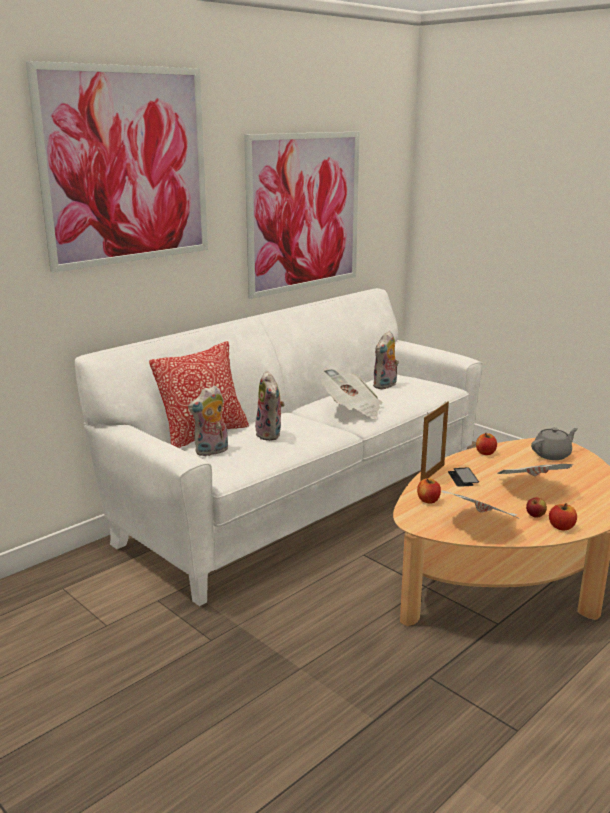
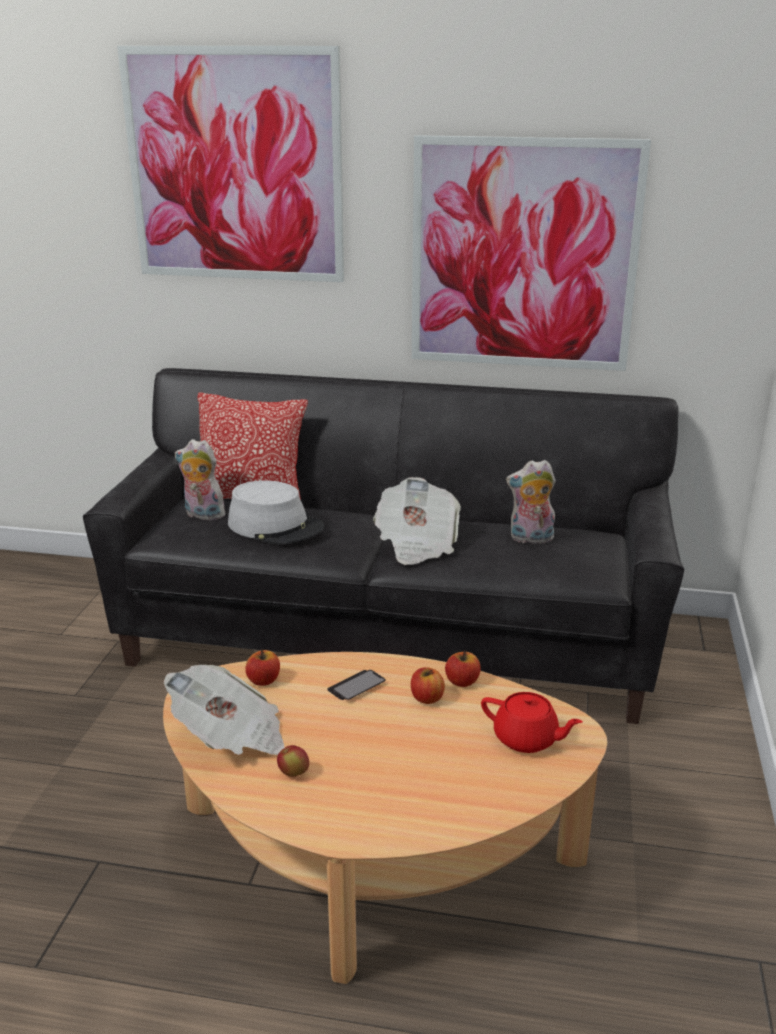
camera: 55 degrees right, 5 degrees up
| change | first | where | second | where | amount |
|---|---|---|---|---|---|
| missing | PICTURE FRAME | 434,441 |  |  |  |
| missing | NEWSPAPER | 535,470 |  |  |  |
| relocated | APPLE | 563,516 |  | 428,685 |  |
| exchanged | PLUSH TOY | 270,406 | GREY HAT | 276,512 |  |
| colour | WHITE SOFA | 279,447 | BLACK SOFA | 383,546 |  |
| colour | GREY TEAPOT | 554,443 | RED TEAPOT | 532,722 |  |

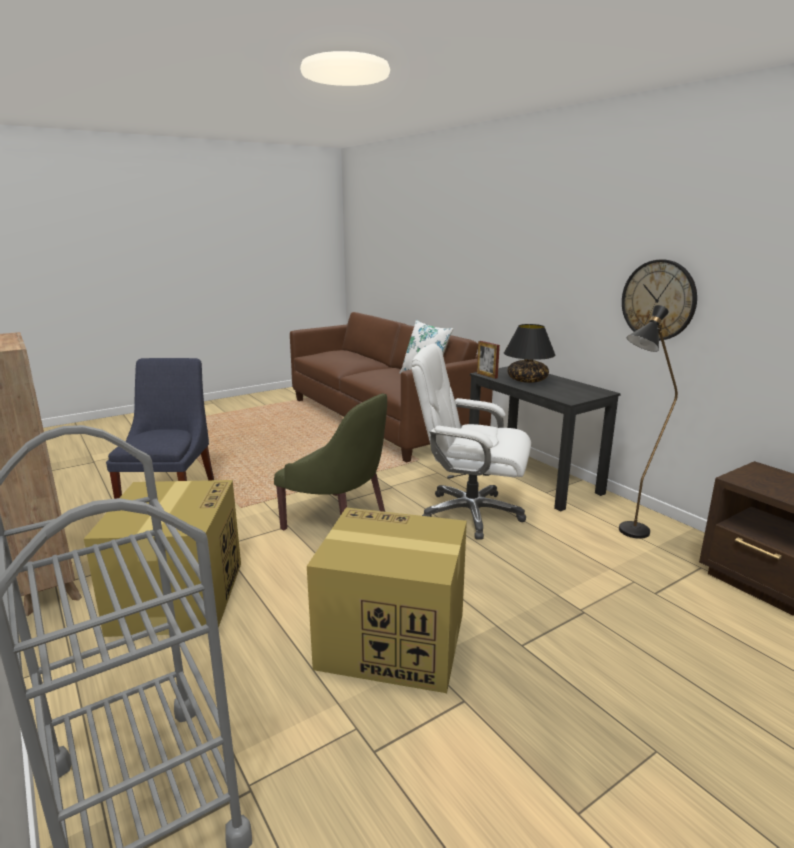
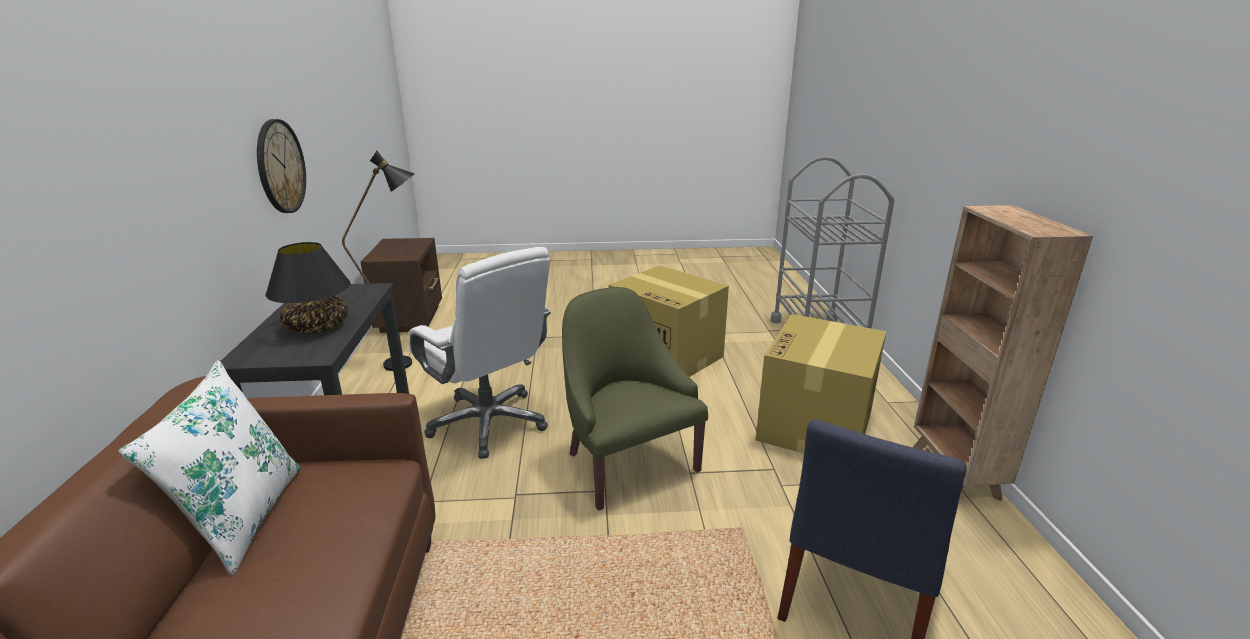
camera: 150 degrees left, 5 degrees up
| change | first | where | second | where | amount |
|---|---|---|---|---|---|
| missing | PICTURE FRAME | 488,360 |  |  |  |

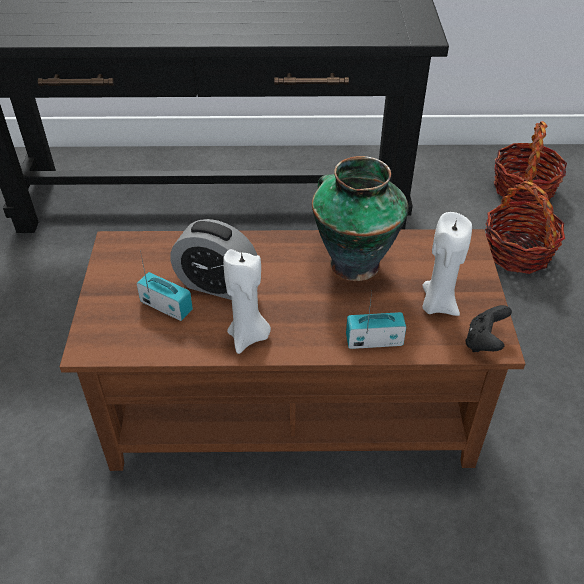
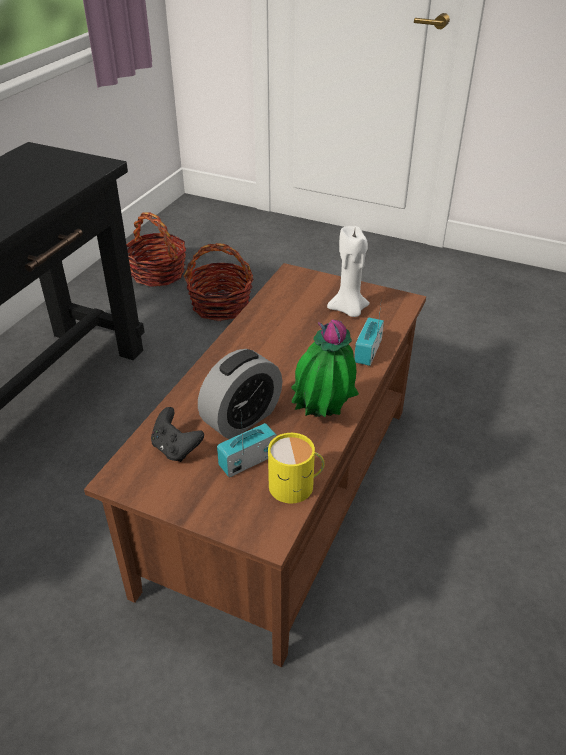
camera: 65 degrees left, 5 degrees down
| change | first | where | second | where | amount |
|---|---|---|---|---|---|
| missing | VASE | 360,218 |  |  |  |
| appeared |  |  | YELLOW MUG | 296,468 |  |
| relocated | BLACK GAME CONTROLLER | 489,328 |  | 177,434 |  |
| exchanged | WHITE CANDLE | 247,301 | POTTED PLANT | 325,368 |  |

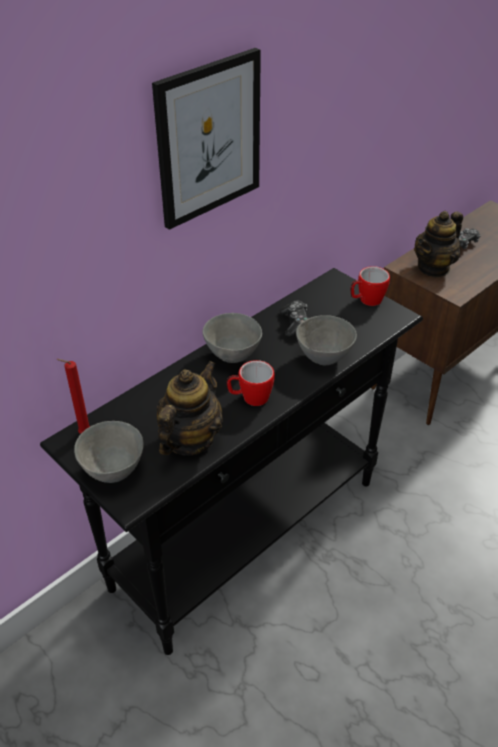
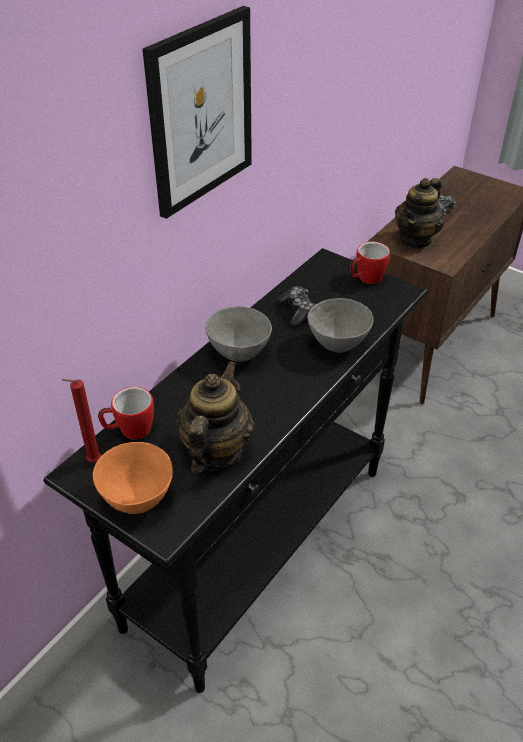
camera: 10 degrees left, 0 degrees up
| change | first | where | second | where | amount |
|---|---|---|---|---|---|
| relocated | MUG | 250,383 |  | 126,413 |  |
| colour | GREY BOWL | 109,452 | ORANGE BOWL | 133,478 |  |

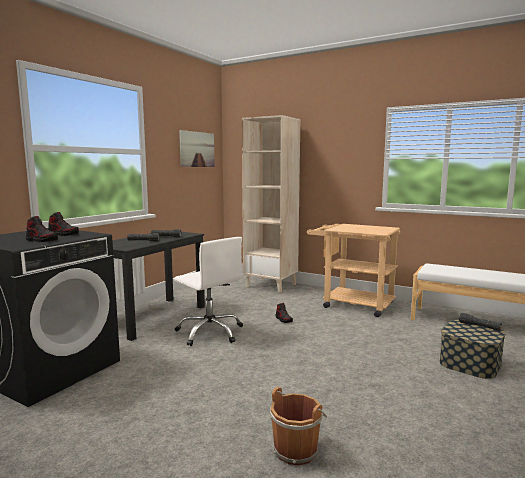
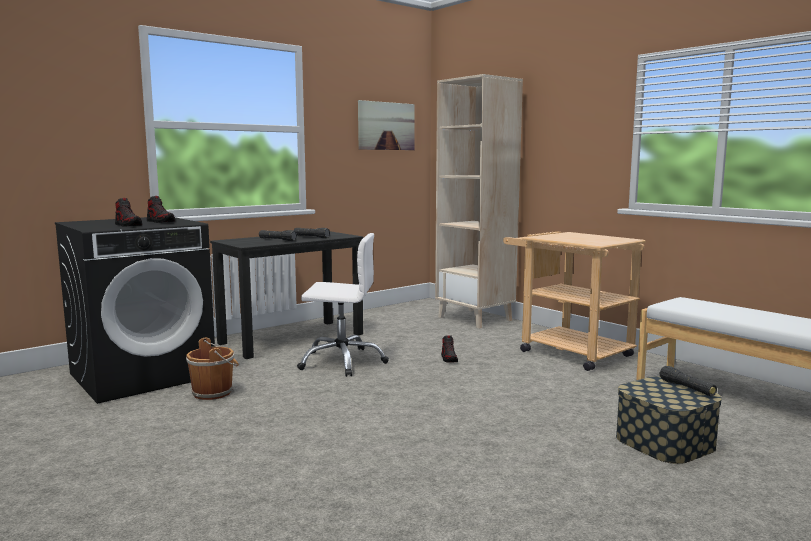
camera: 20 degrees right, 0 degrees up
| change | first | where | second | where | amount |
|---|---|---|---|---|---|
| relocated | BROWN BUCKET | 298,426 |  | 212,369 |  |
| spun | WHITE OFFICE CHAIR | 208,291 |  | 343,305 | 60 degrees counterclockwise |

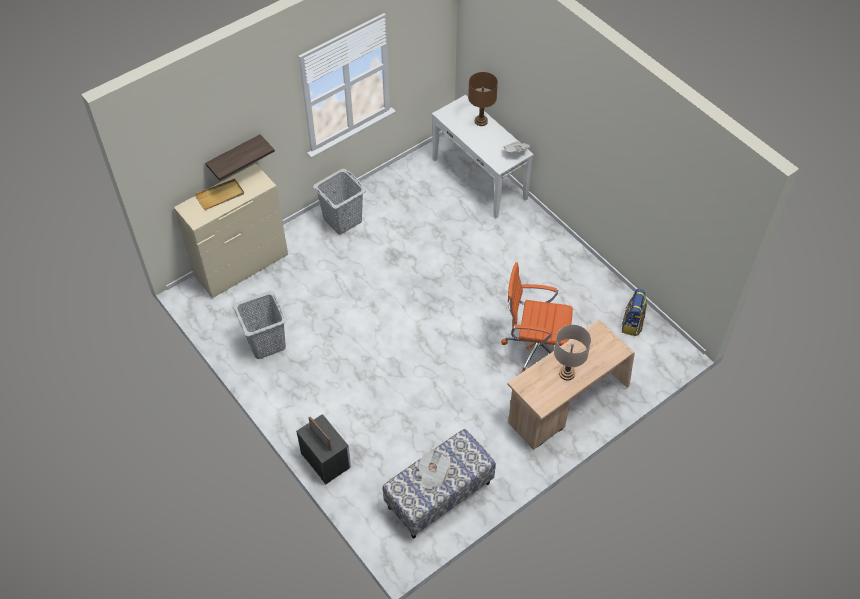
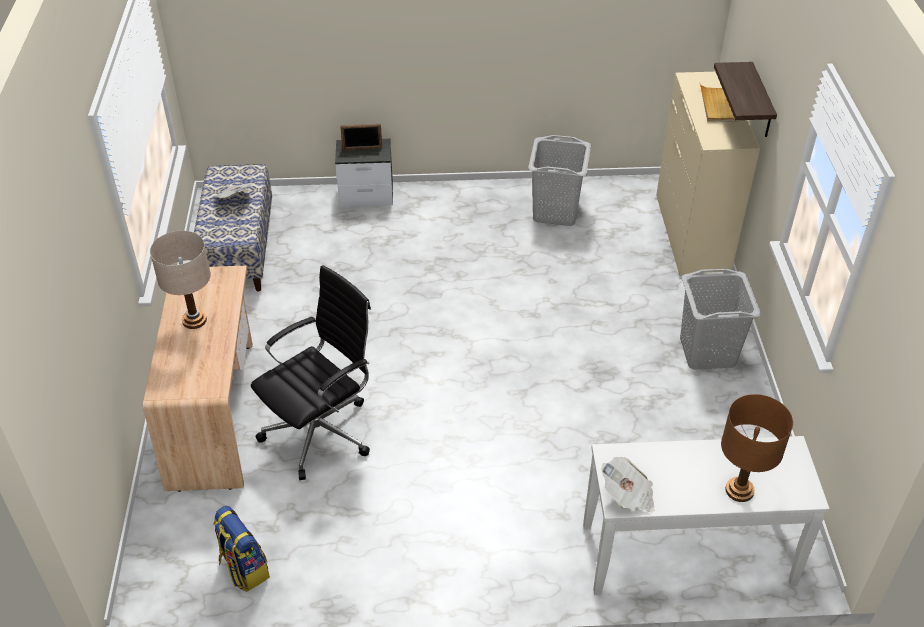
camera: 125 degrees right, 10 degrees down
| change | first | where | second | where | amount |
|---|---|---|---|---|---|
| colour | ORANGE OFFICE CHAIR | 537,317 | BLACK OFFICE CHAIR | 311,372 |  |

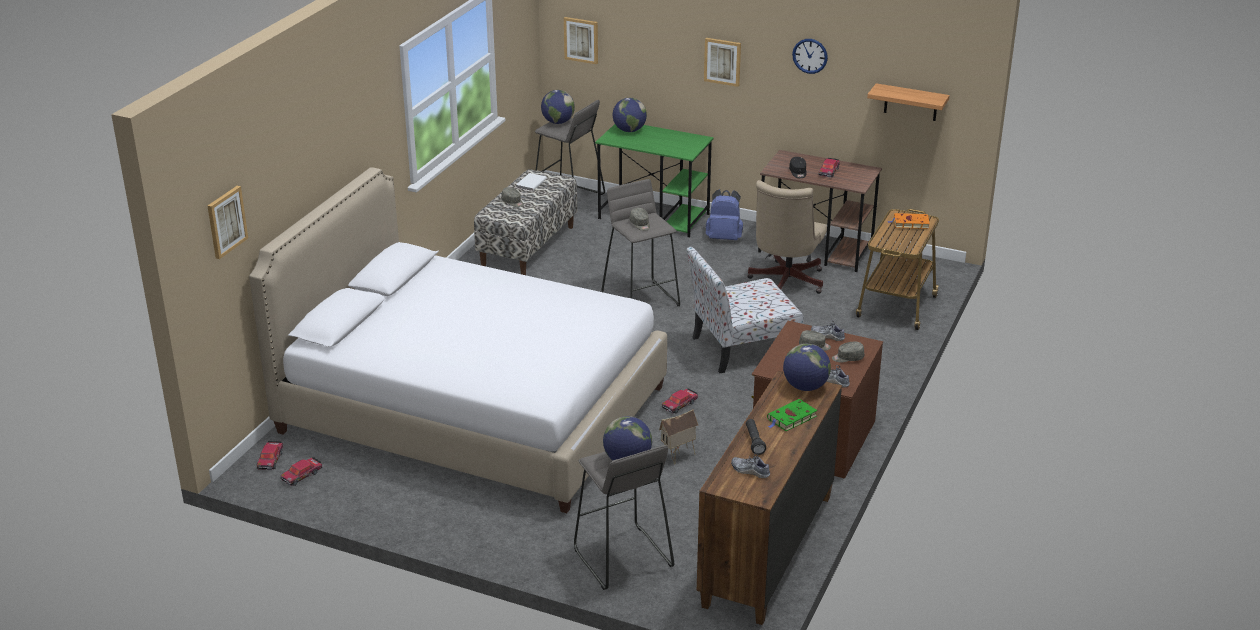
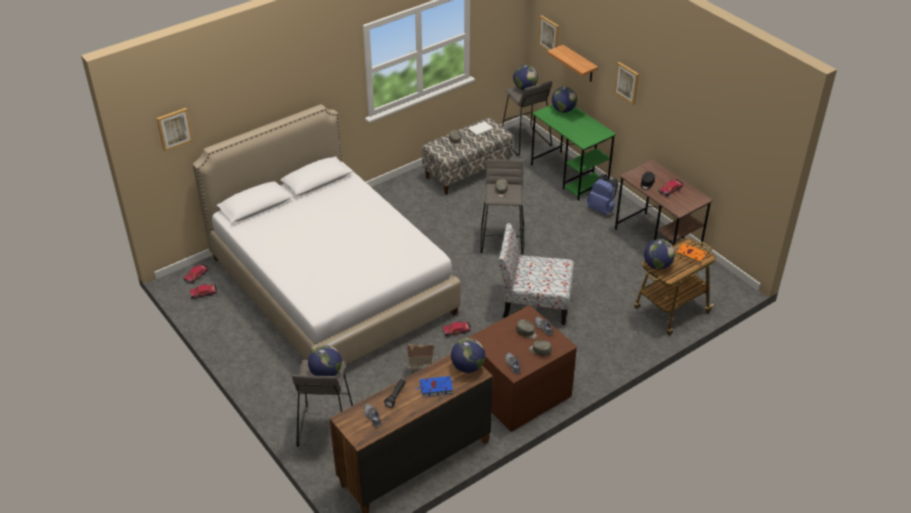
camera: 30 degrees right, 10 degrees up
| change | first | where | second | where | amount |
|---|---|---|---|---|---|
| missing | BEIGE OFFICE CHAIR | 787,237 |  |  |  |
| missing | WALL CLOCK | 810,56 |  |  |  |
| appeared |  |  | GLOBE | 659,254 |  |
| relocated | SHELF | 908,102 |  | 572,63 |  |
| colour | GREEN BOOK | 792,415 | BLUE BOOK | 434,386 |  |

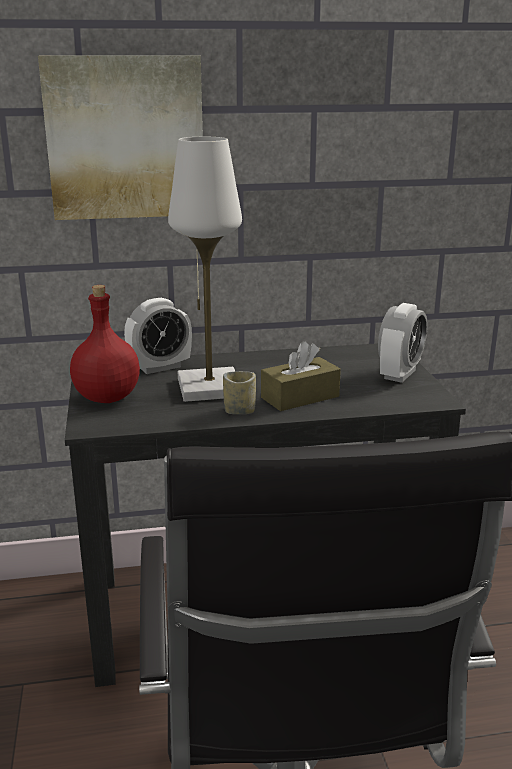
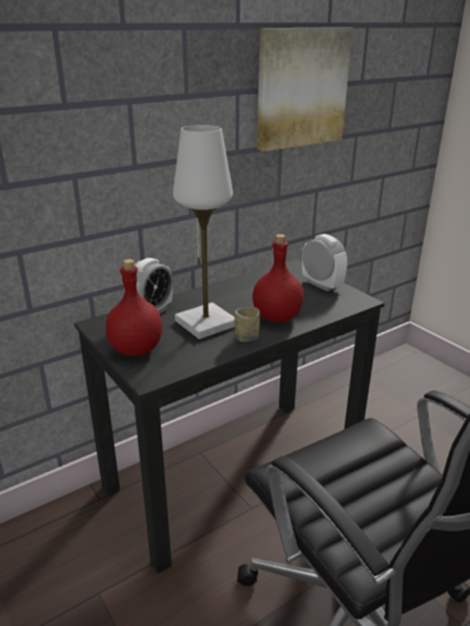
camera: 25 degrees left, 5 degrees up
| change | first | where | second | where | amount |
|---|---|---|---|---|---|
| relocated | PICTURE | 120,138 |  | 304,89 |  |
| exchanged | BROWN TISSUE BOX | 301,376 | RED BOTTLE | 278,278 |  |
| spun | ALARM CLOCK | 403,343 |  | 324,262 | 45 degrees counterclockwise |

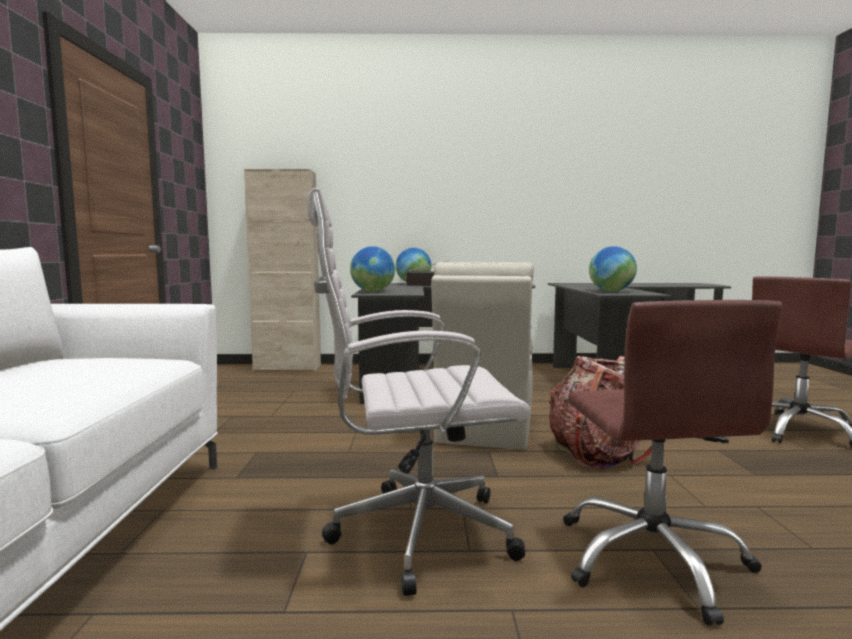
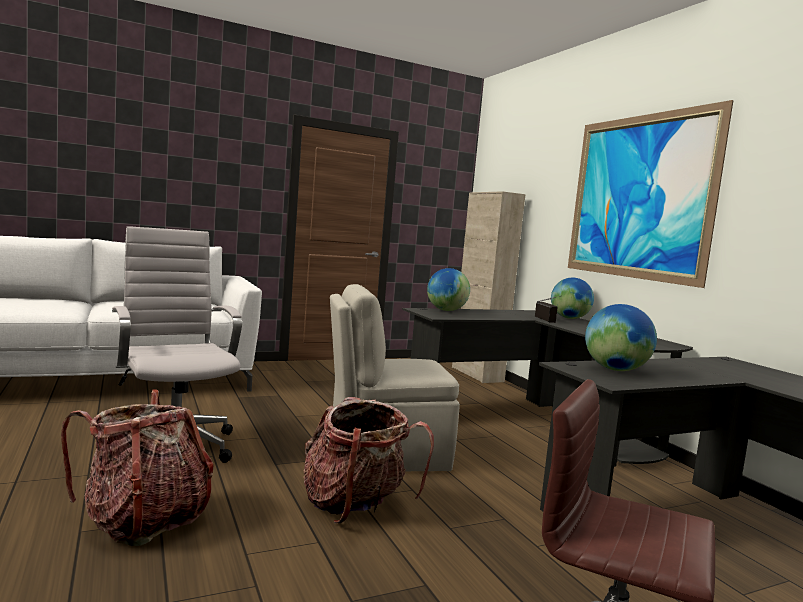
camera: 65 degrees right, 0 degrees up
| change | first | where | second | where | amount |
|---|---|---|---|---|---|
| appeared |  |  | PICTURE | 651,194 |  |
| exchanged | BROWN OFFICE CHAIR | 673,463 | BACKPACK | 137,468 |  |

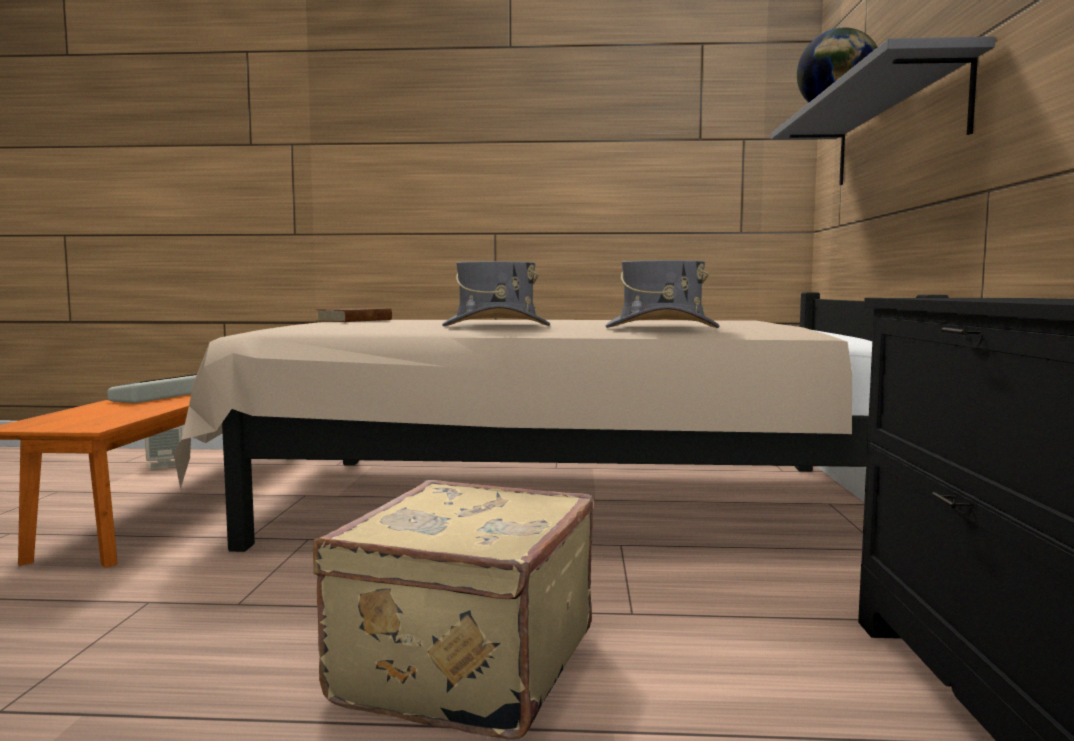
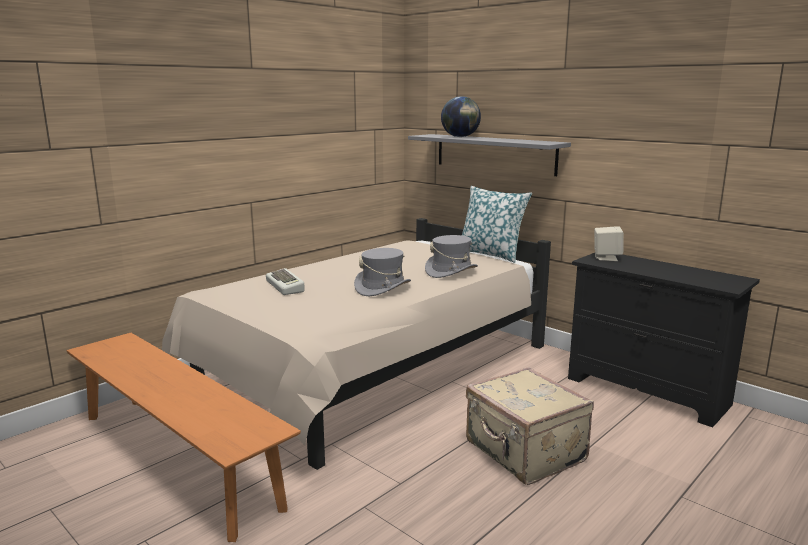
camera: 50 degrees left, 10 degrees up
| change | first | where | second | where | amount |
|---|---|---|---|---|---|
| missing | BROWN BOOK | 354,315 |  |  |  |
| appeared |  |  | PILLOW | 497,224 |  |
| relocated | KEYBOARD | 152,388 |  | 285,281 |  |
| relocated | BEIGE SPEAKER | 163,447 |  | 609,243 |  |

